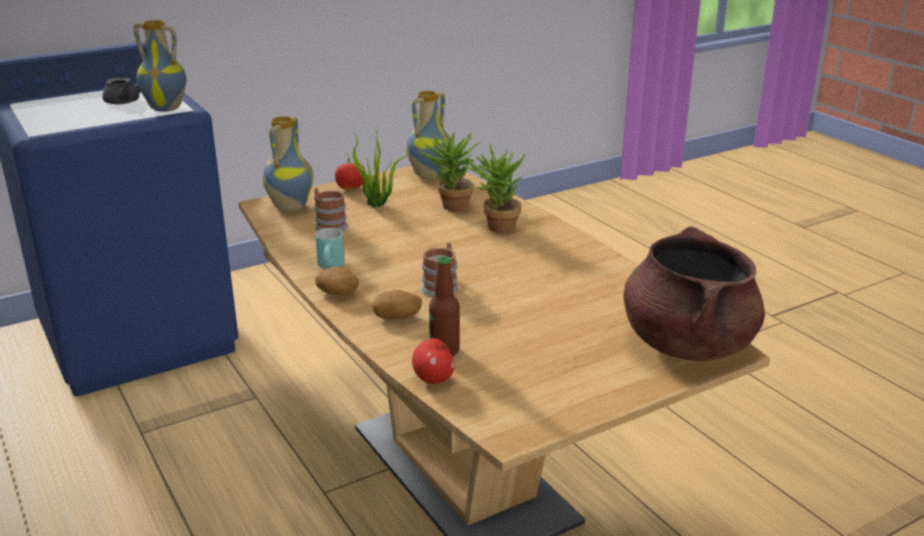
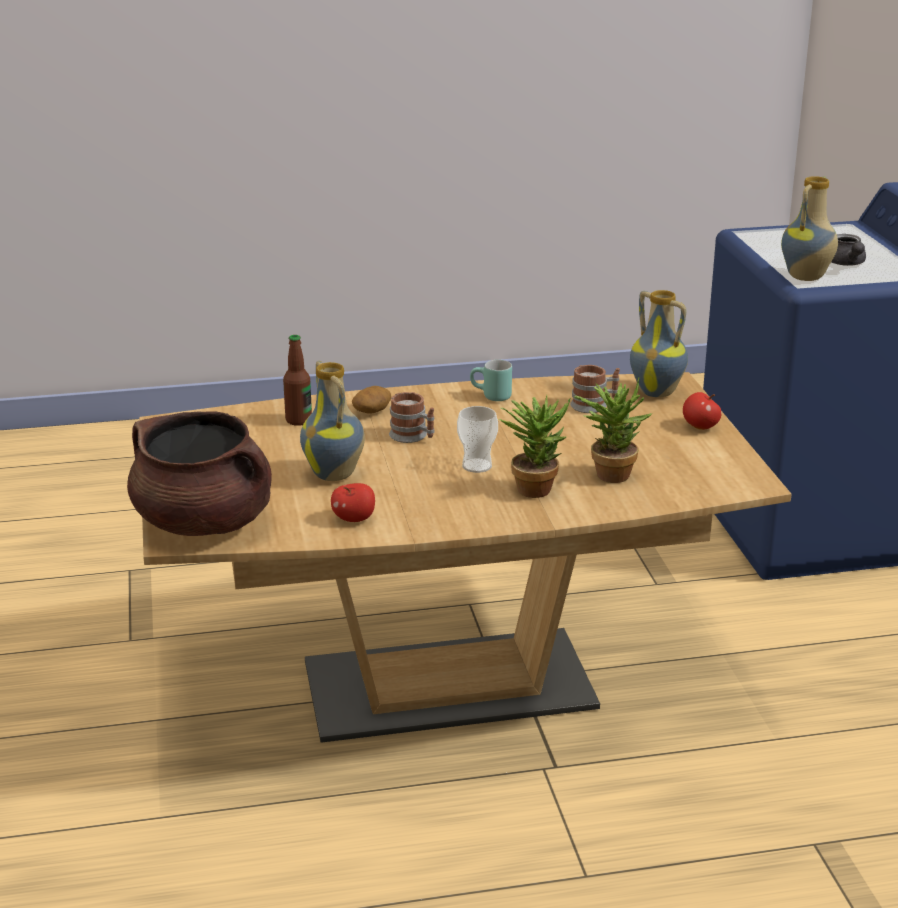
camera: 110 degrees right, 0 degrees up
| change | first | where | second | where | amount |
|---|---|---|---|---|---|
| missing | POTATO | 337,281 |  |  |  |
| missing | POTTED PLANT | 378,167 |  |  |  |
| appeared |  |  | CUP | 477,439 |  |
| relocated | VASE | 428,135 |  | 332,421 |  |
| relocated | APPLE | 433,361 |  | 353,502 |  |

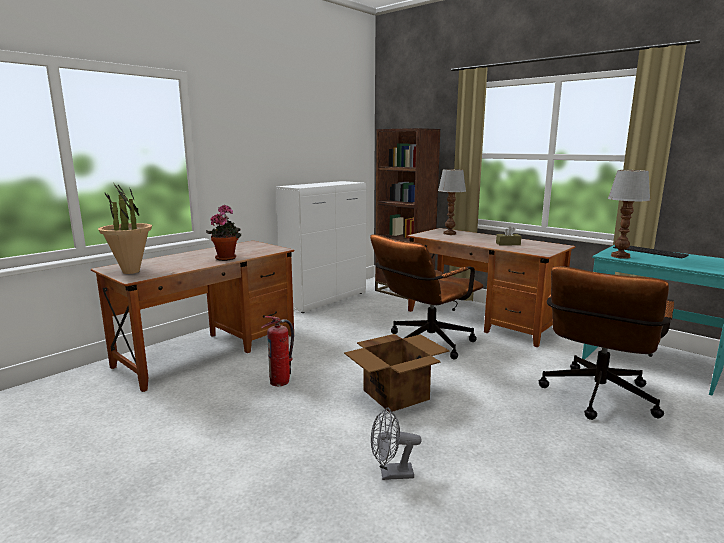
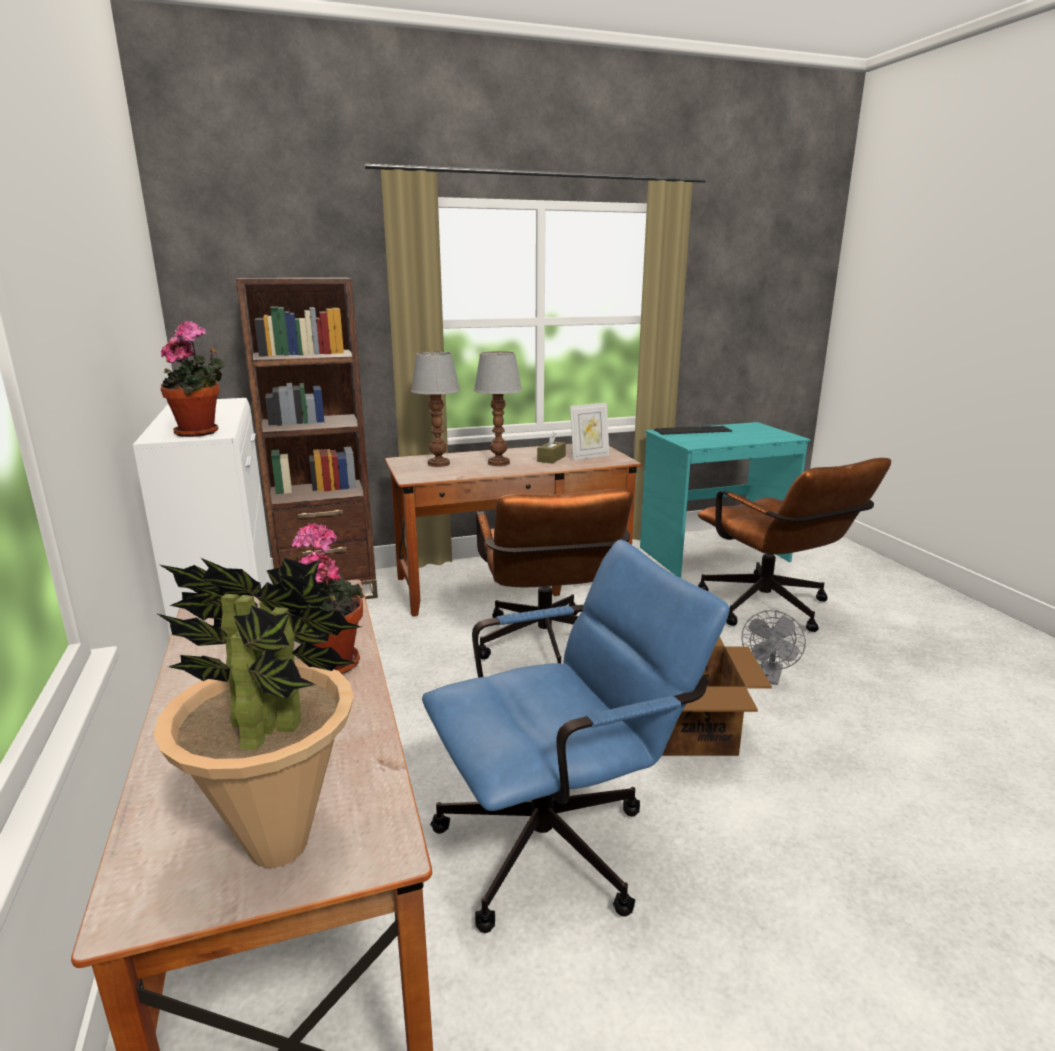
camera: 60 degrees left, 5 degrees up
| change | first | where | second | where | amount |
|---|---|---|---|---|---|
| appeared |  |  | POTTED PLANT | 193,379 |  |
| appeared |  |  | PICTURE FRAME | 589,431 |  |
| relocated | GREY FAN | 396,443 |  | 774,647 |  |
| relocated | TABLE LAMP | 629,214 |  | 498,408 |  |
| exchanged | FIRE EXTINGUISHER | 277,351 | BLUE OFFICE CHAIR | 576,736 |  |

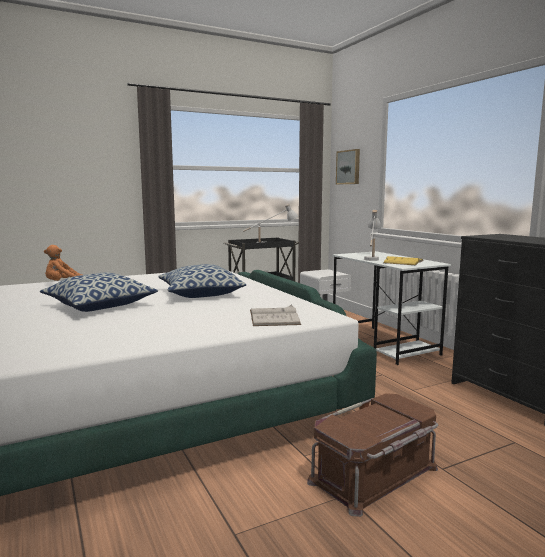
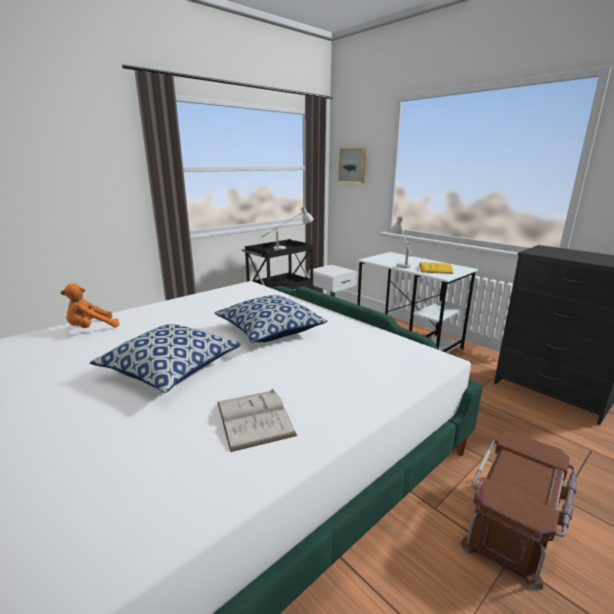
camera: 15 degrees left, 10 degrees up
| change | first | where | second | where | amount |
|---|---|---|---|---|---|
| relocated | WHITE BOOK | 275,315 |  | 257,420 |  |

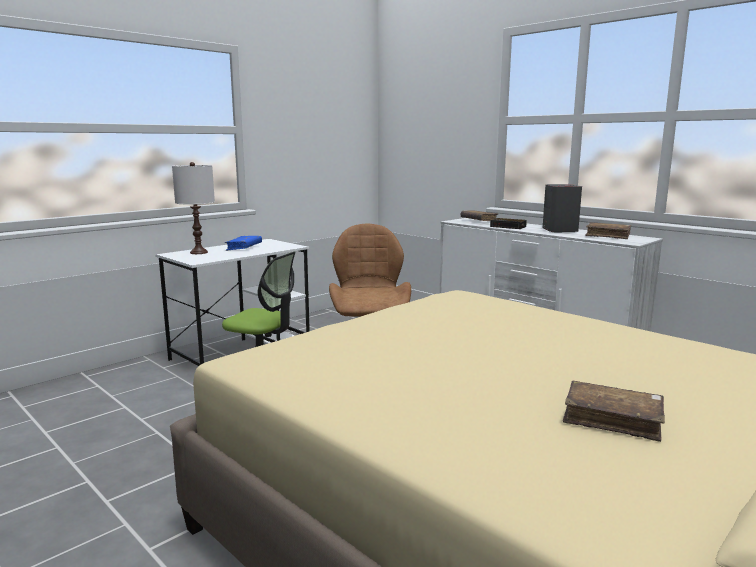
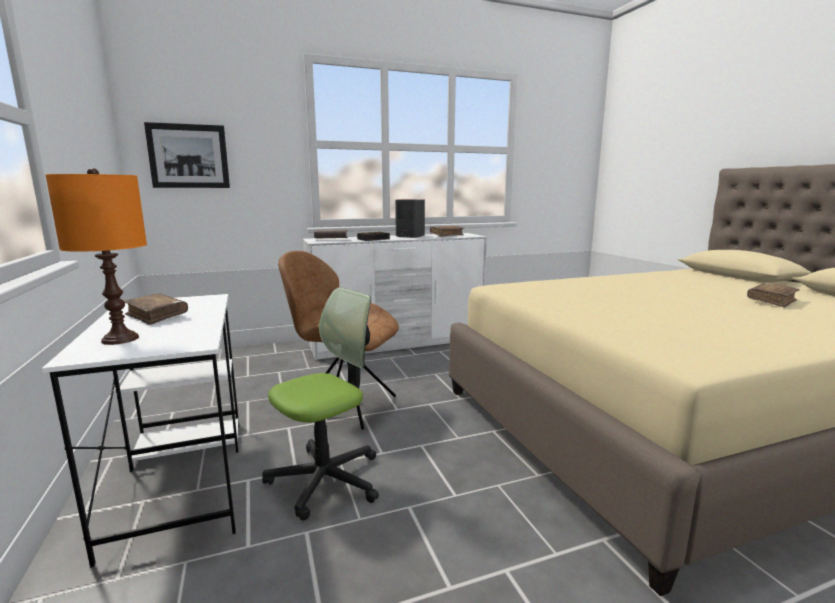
camera: 65 degrees left, 0 degrees up
| change | first | where | second | where | amount |
|---|---|---|---|---|---|
| appeared |  |  | PICTURE | 187,155 |  |
| colour | WHITE TABLE LAMP | 193,208 | ORANGE TABLE LAMP | 96,256 |  |
| colour | BLUE BOOK | 243,243 | BROWN BOOK | 156,309 |  |

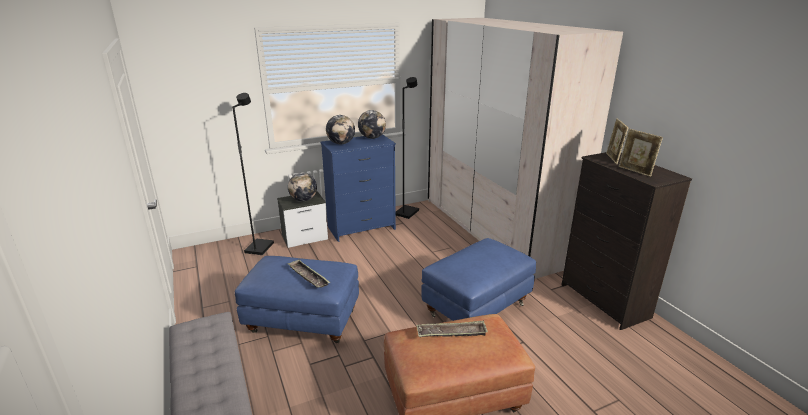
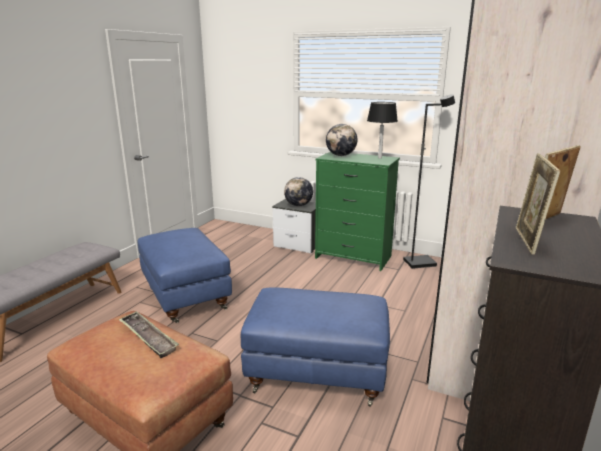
camera: 50 degrees right, 5 degrees down
| change | first | where | second | where | amount |
|---|---|---|---|---|---|
| missing | BLACK FLOOR LAMP | 253,174 |  |  |  |
| missing | TRAY | 309,274 |  |  |  |
| exchanged | GLOBE | 372,124 | BLACK TABLE LAMP | 382,130 |  |
| colour | BLUE DRESSER | 358,188 | GREEN DRESSER | 357,211 |  |

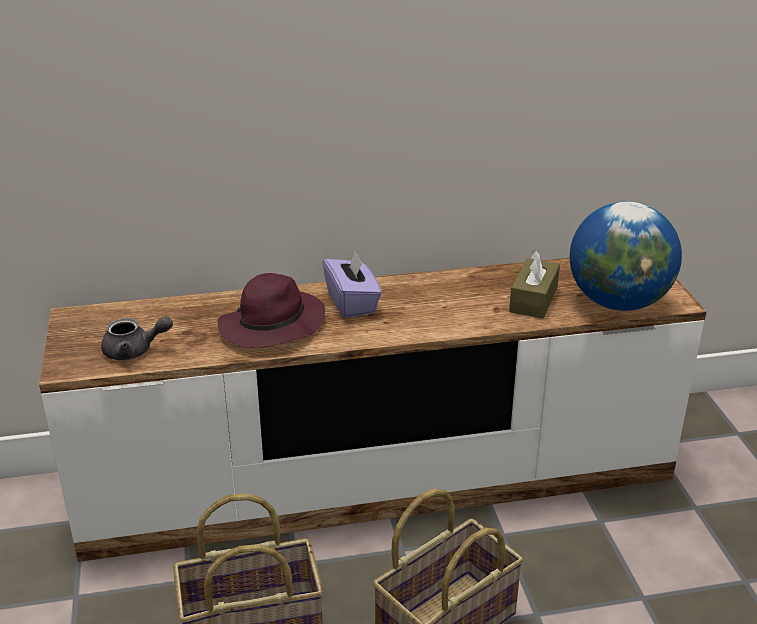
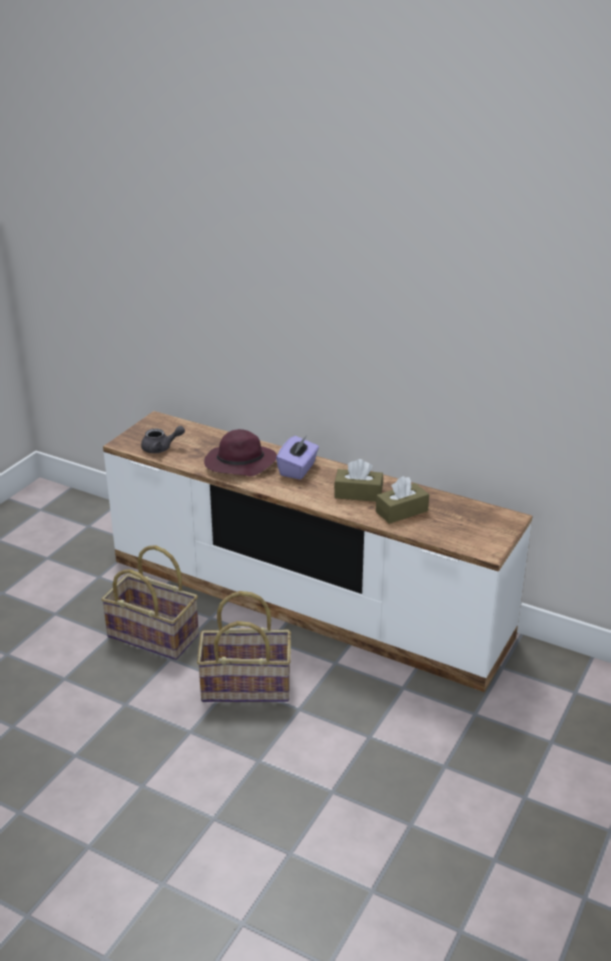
camera: 40 degrees right, 0 degrees up
| change | first | where | second | where | amount |
|---|---|---|---|---|---|
| missing | GLOBE | 626,256 |  |  |  |
| appeared |  |  | BROWN TISSUE BOX | 358,480 |  |
| spun | GREY TEAPOT | 137,338 |  | 163,439 | 45 degrees counterclockwise |

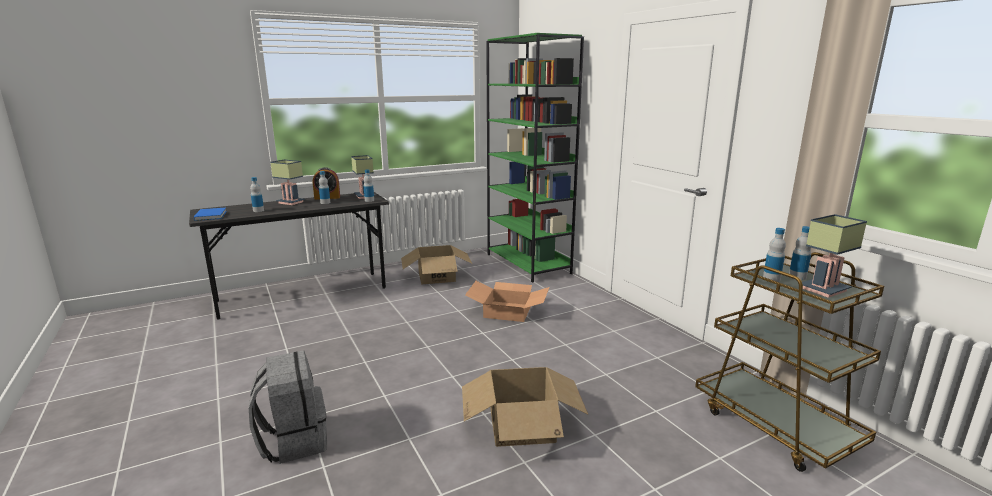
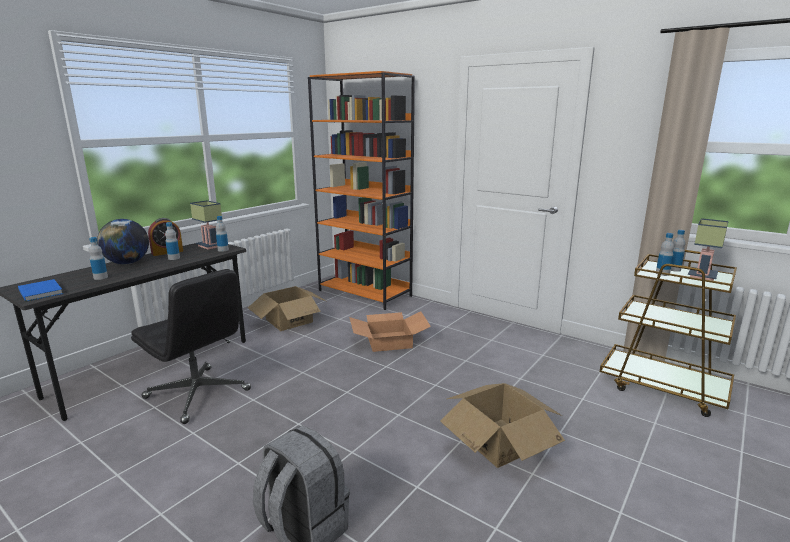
camera: 25 degrees left, 0 degrees up
| change | first | where | second | where | amount |
|---|---|---|---|---|---|
| appeared |  |  | BLACK OFFICE CHAIR | 191,346 |  |
| exchanged | TABLE LAMP | 287,182 | GLOBE | 123,241 |  |
| colour | GREEN BOOKCASE | 535,158 | ORANGE BOOKCASE | 361,190 |  |

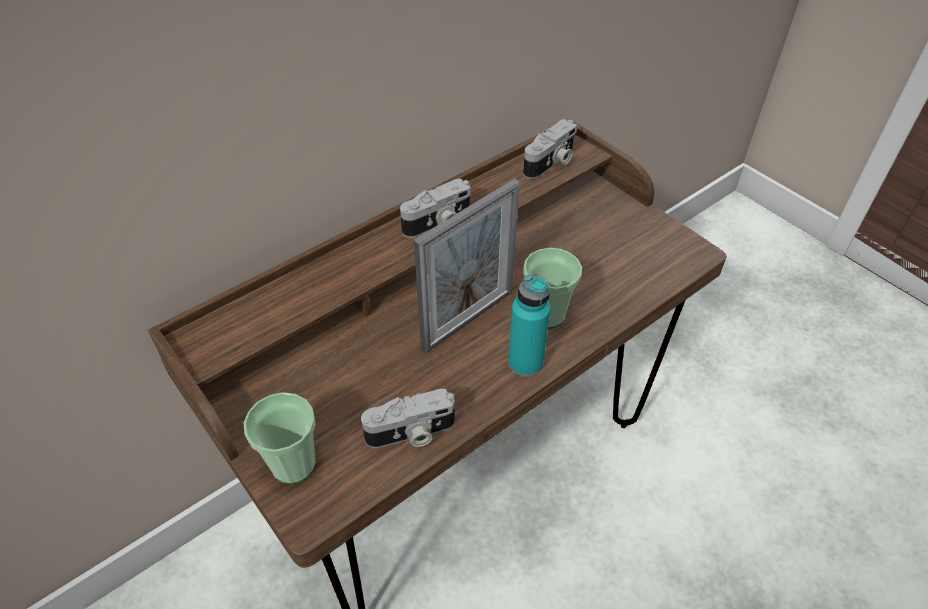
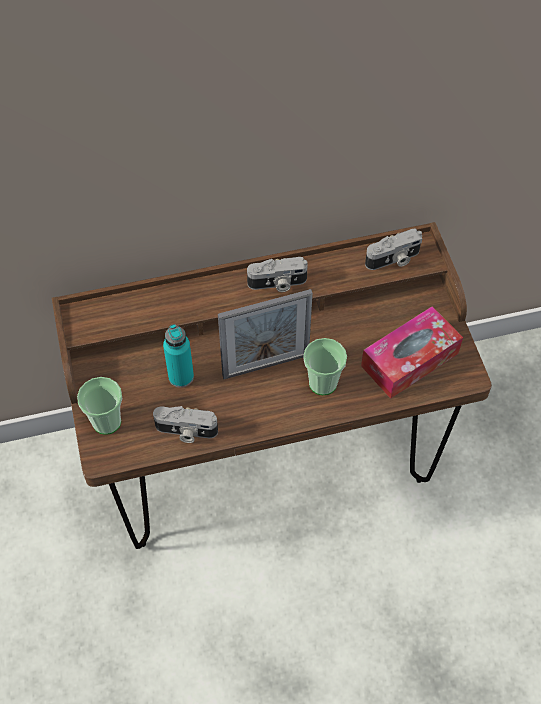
camera: 25 degrees right, 10 degrees up
| change | first | where | second | where | amount |
|---|---|---|---|---|---|
| appeared |  |  | TISSUE BOX | 412,352 |  |
| relocated | TURQUOISE BOTTLE | 529,325 |  | 178,356 |  |

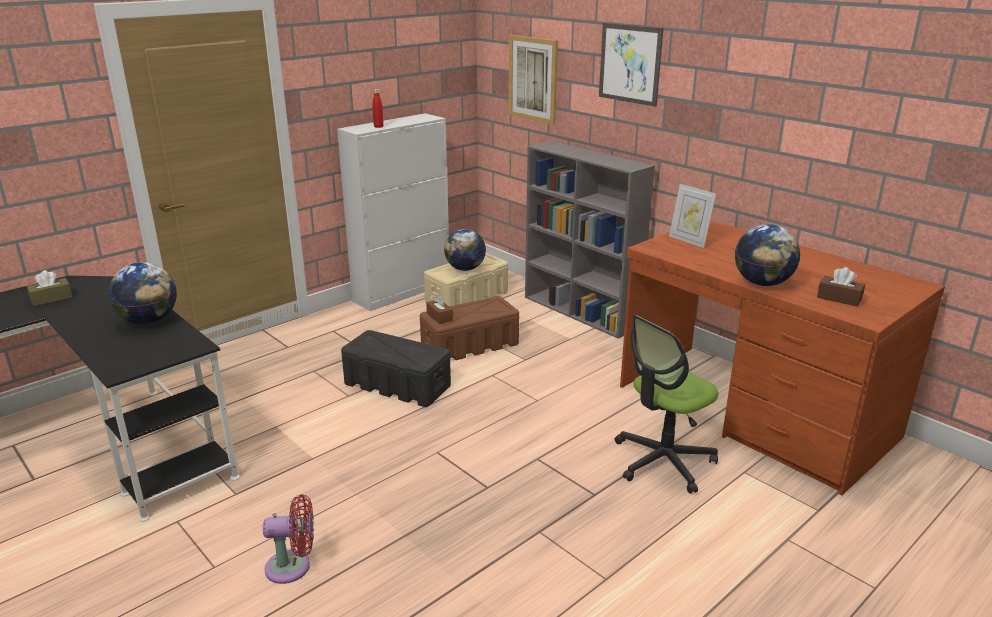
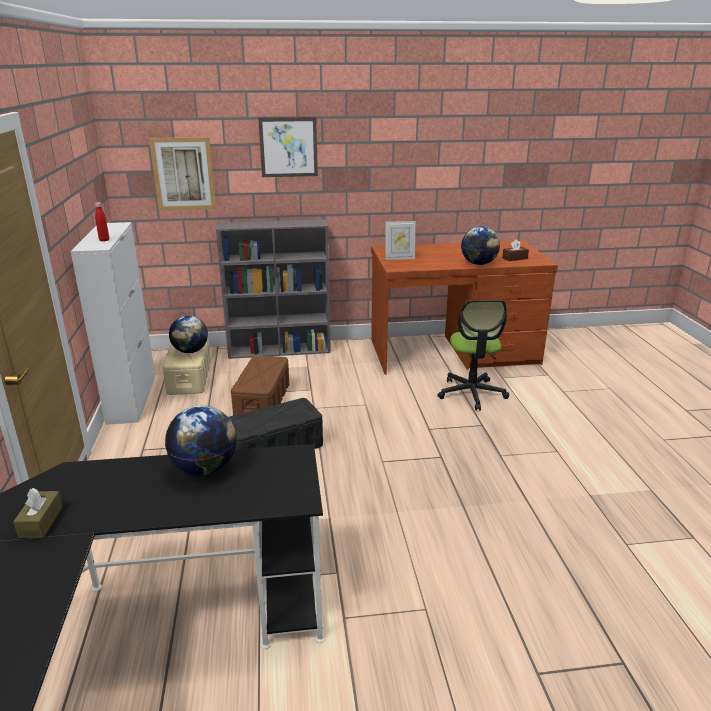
camera: 55 degrees left, 0 degrees up
| change | first | where | second | where | amount |
|---|---|---|---|---|---|
| missing | RED FAN | 288,539 |  |  |  |
| missing | BROWN TISSUE BOX | 439,309 |  |  |  |

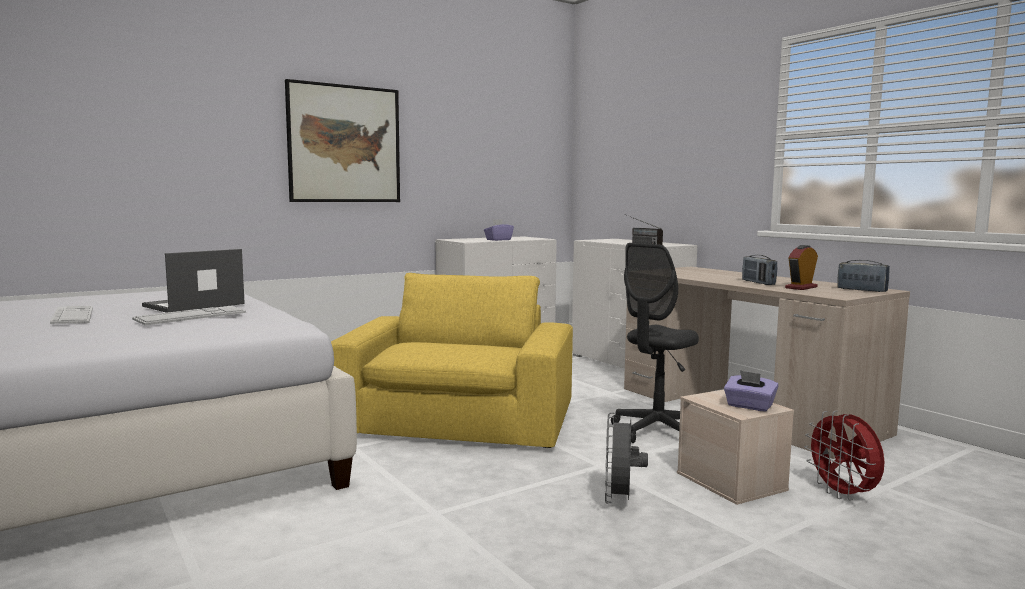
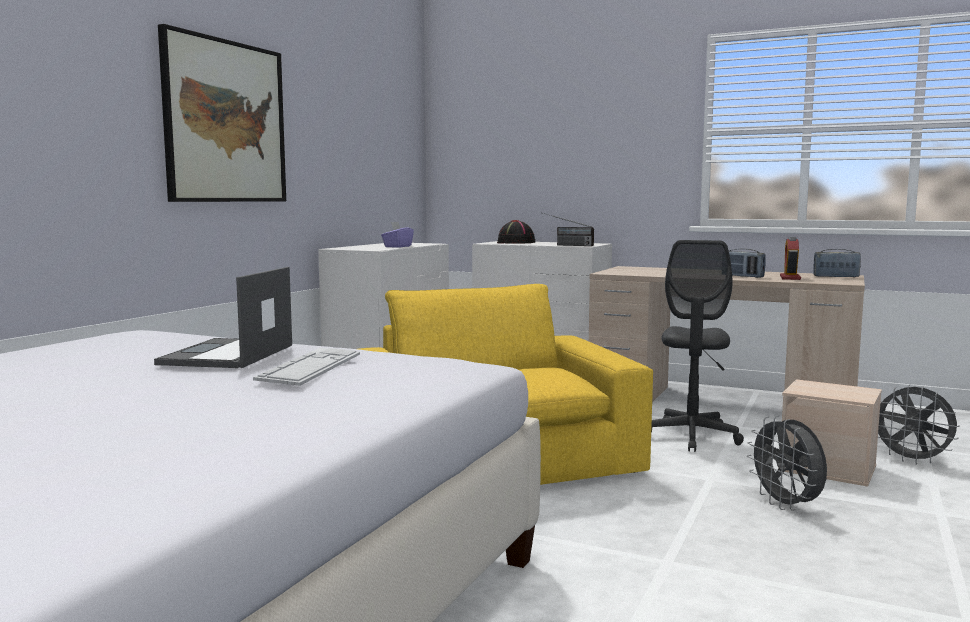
camera: 30 degrees left, 0 degrees up
| change | first | where | second | where | amount |
|---|---|---|---|---|---|
| missing | KEYBOARD | 71,315 |  |  |  |
| missing | PURPLE TISSUE BOX | 751,391 |  |  |  |
| appeared |  |  | BLACK HAT | 516,232 |  |
| colour | RED FAN | 844,455 | GREY FAN | 919,424 |  |

